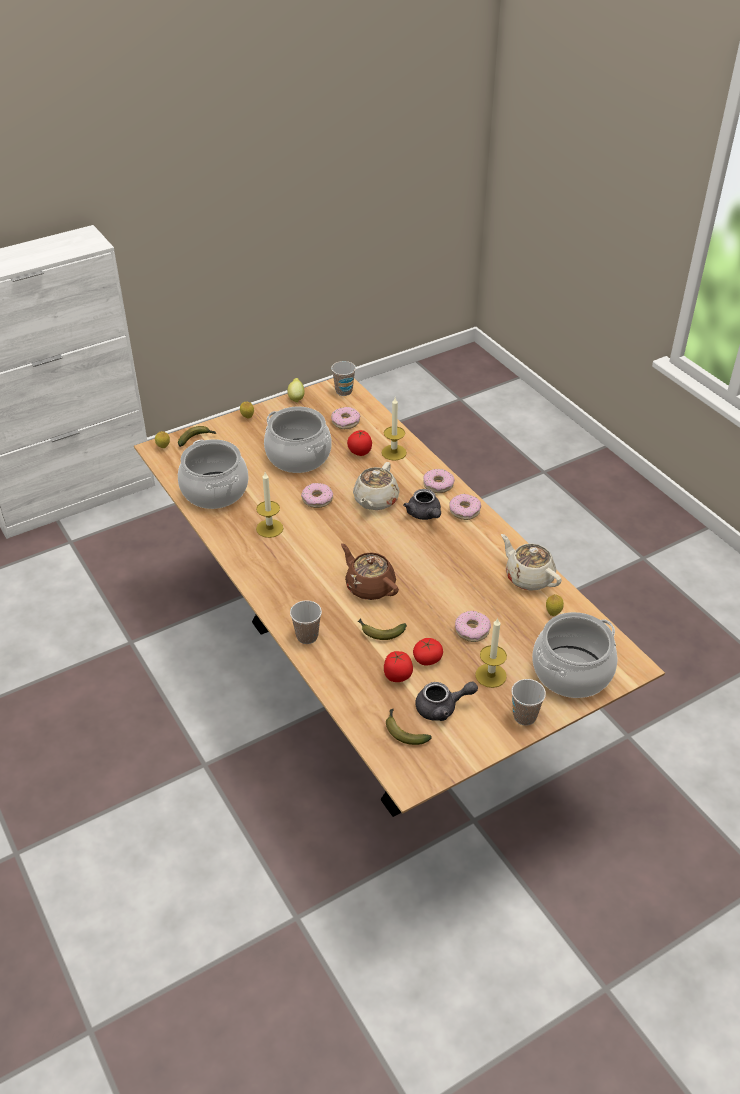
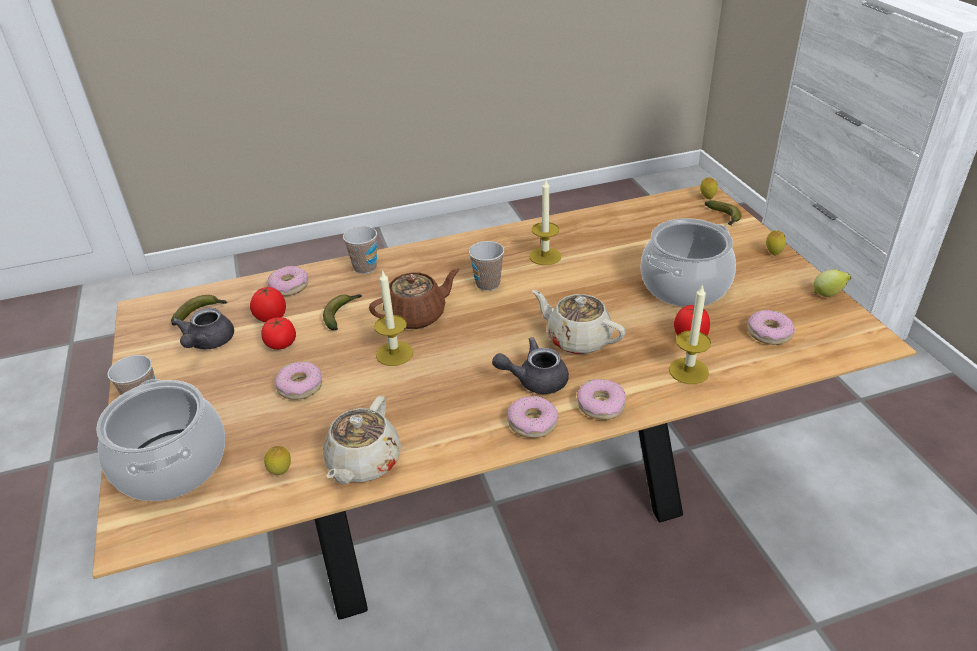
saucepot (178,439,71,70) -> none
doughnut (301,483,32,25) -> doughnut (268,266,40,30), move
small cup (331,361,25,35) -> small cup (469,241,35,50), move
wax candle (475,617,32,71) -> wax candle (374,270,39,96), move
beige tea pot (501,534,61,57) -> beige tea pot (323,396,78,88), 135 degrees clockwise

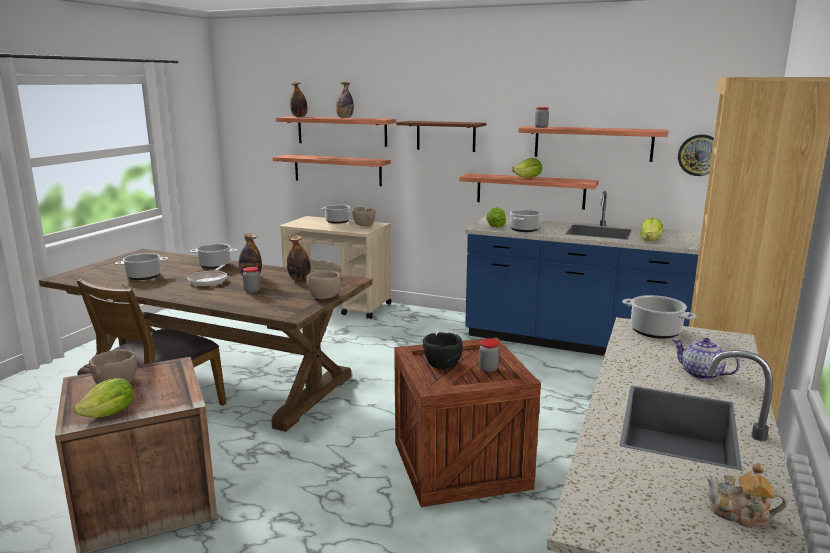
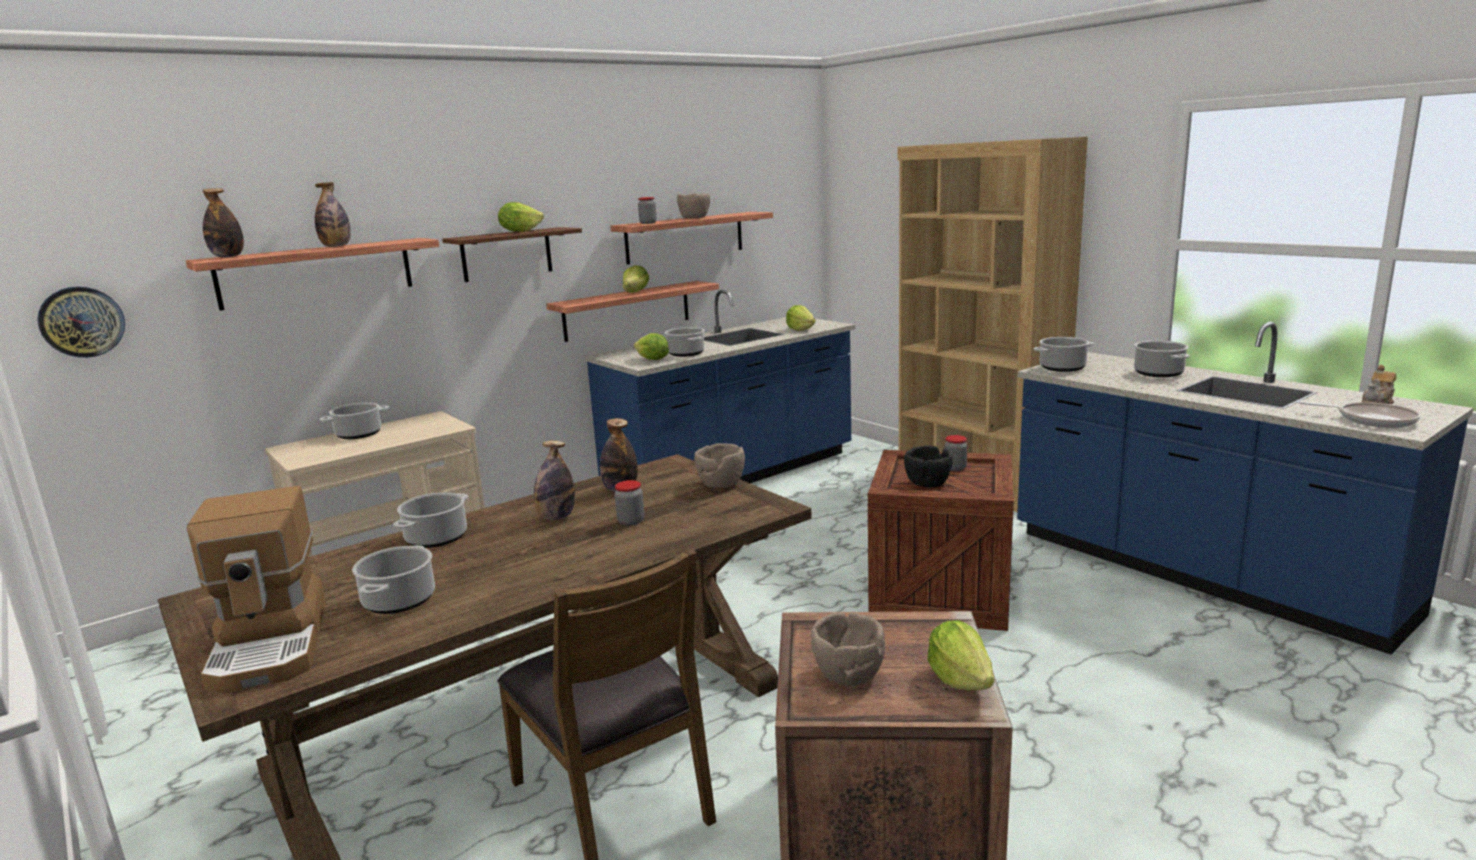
shelf (273,155,118,31) -> none
none -> coffee brewer (187,486,139,207)
none -> lettuce head (498,202,46,30)
pan (187,265,40,21) -> pan (1299,402,121,26), move
brown-coloured deep dish (352,207,24,19) -> brown-coloured deep dish (677,193,33,25), move
clock on the wall (678,134,36,42) -> clock on the wall (37,286,88,72), move
tea pot (672,338,68,42) -> saucepot (1134,341,56,36)

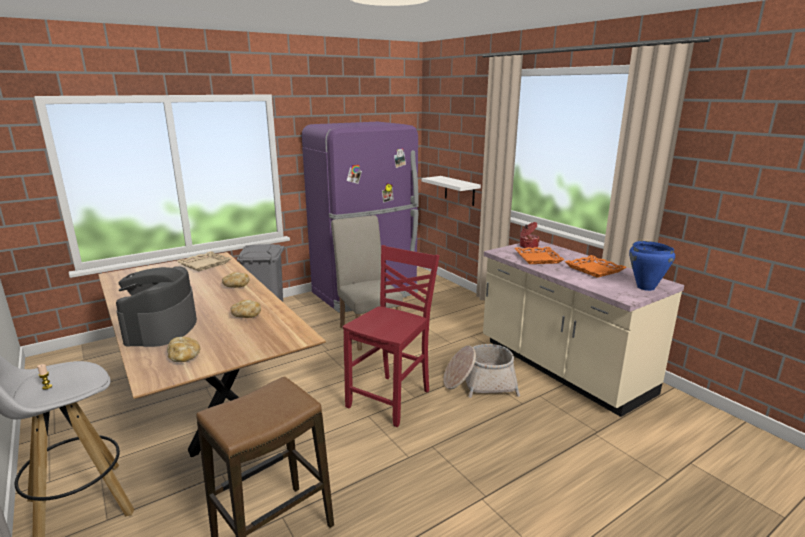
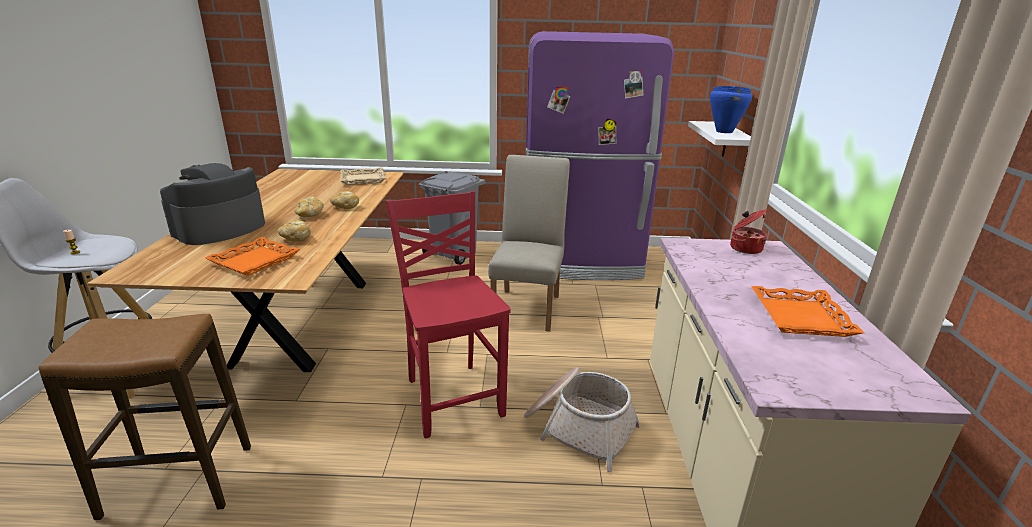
bakery bread (167,337,33,25) -> bakery bread (295,197,29,20), move
orange-coloured carrying tray (515,247,50,17) -> orange-coloured carrying tray (205,237,95,39), move
blue-coloured saucepot (629,241,46,50) -> blue-coloured saucepot (710,86,42,47), move
reddish plain chair (343,245,96,182) -> reddish plain chair (386,191,125,247), 90 degrees counterclockwise

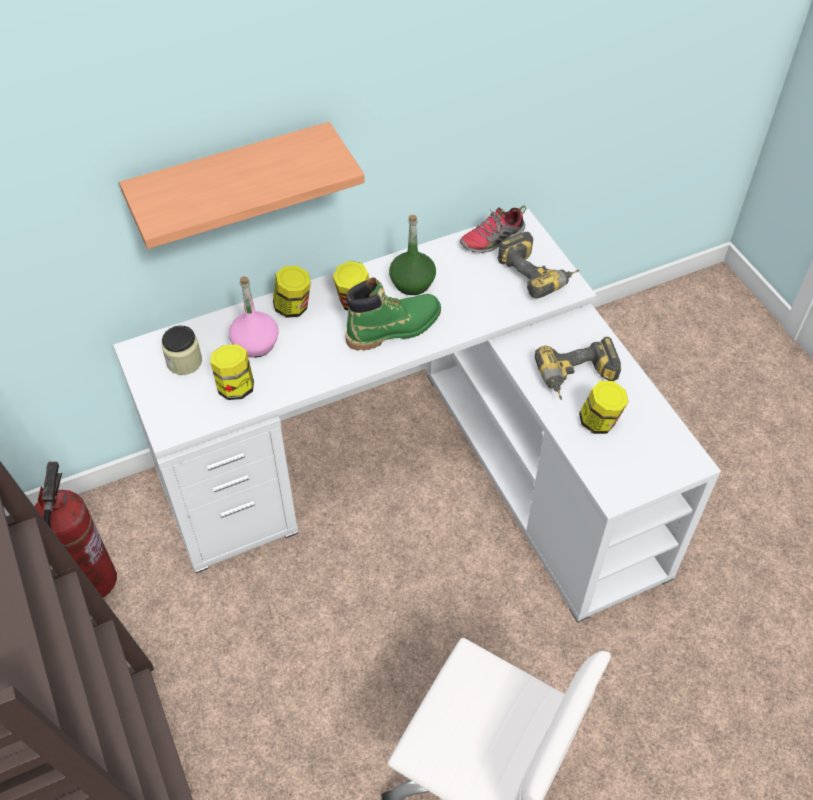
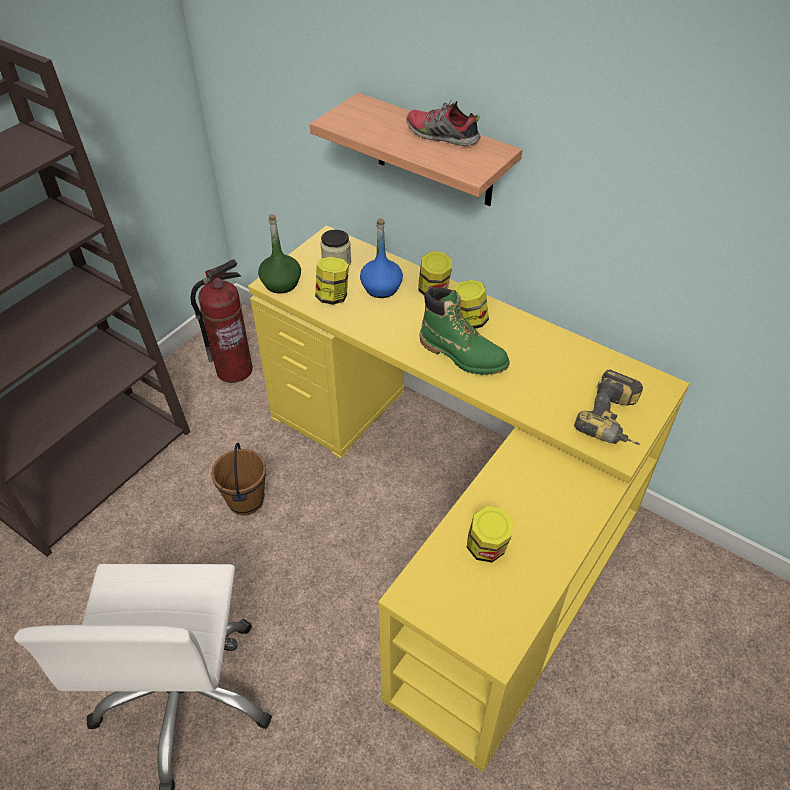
electric drill (535,337,86,63) -> none
none -> brown-coloured bucket (211,443,55,72)
green bottle (389,215,47,80) -> green bottle (258,214,43,80), move
low shoe (460,205,66,48) -> low shoe (406,101,75,45), move
white desk table (113,209,608,414) -> yellowish desk table (248,225,441,547)
pink bottle (229,276,50,82) -> blue-coloured bottle (360,218,43,80)

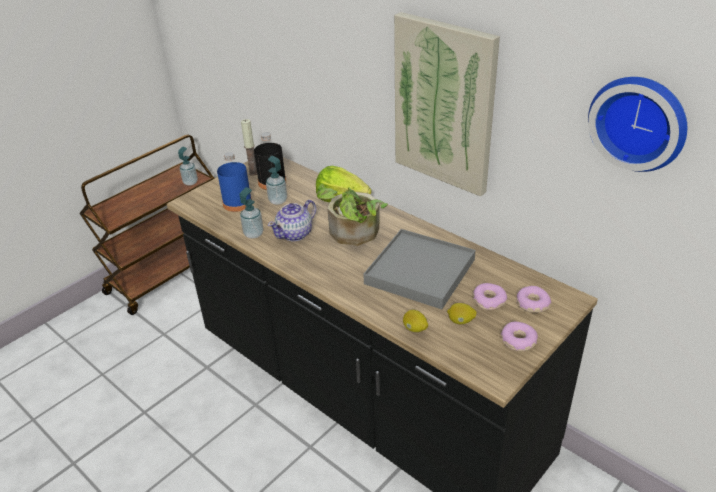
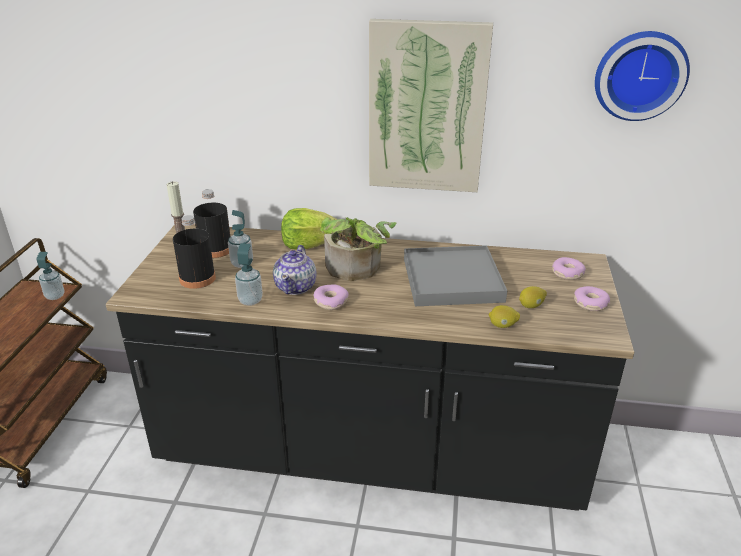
doughnut (473,283,34,27) -> doughnut (313,284,36,26), move
blue-coloured bottle (217,152,35,60) -> black bottle (173,215,43,74)

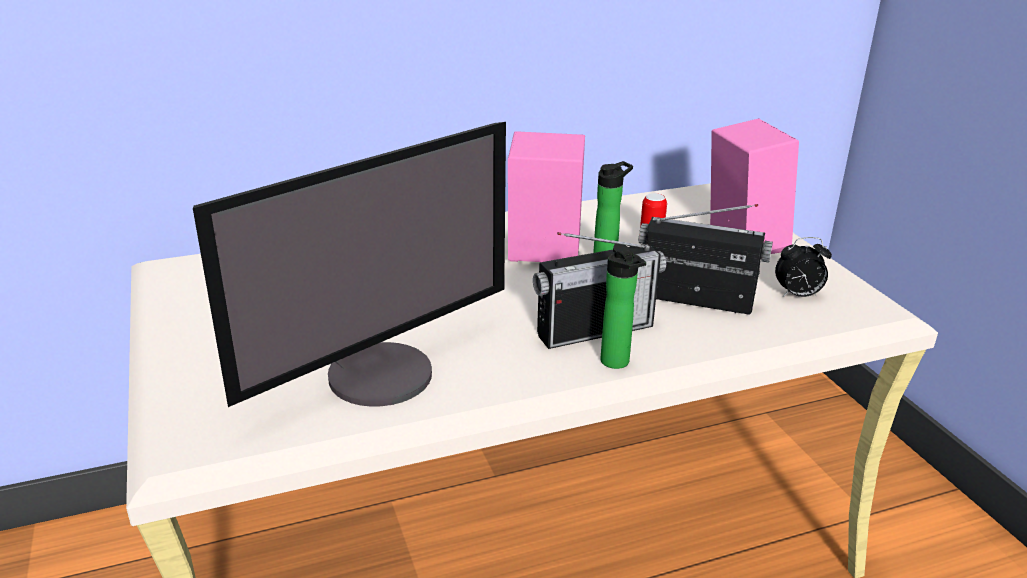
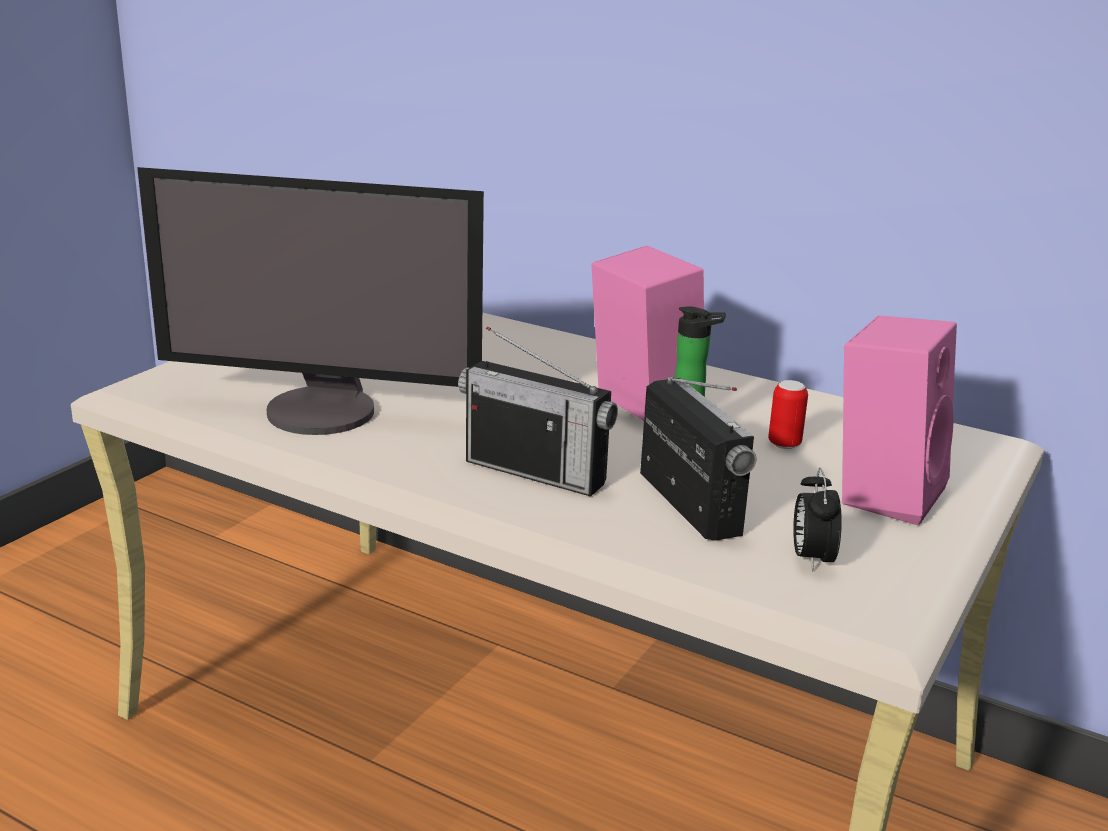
bottle (600,244,46,125) -> none
bedside clock (775,237,57,60) -> bedside clock (793,467,49,105), 45 degrees clockwise

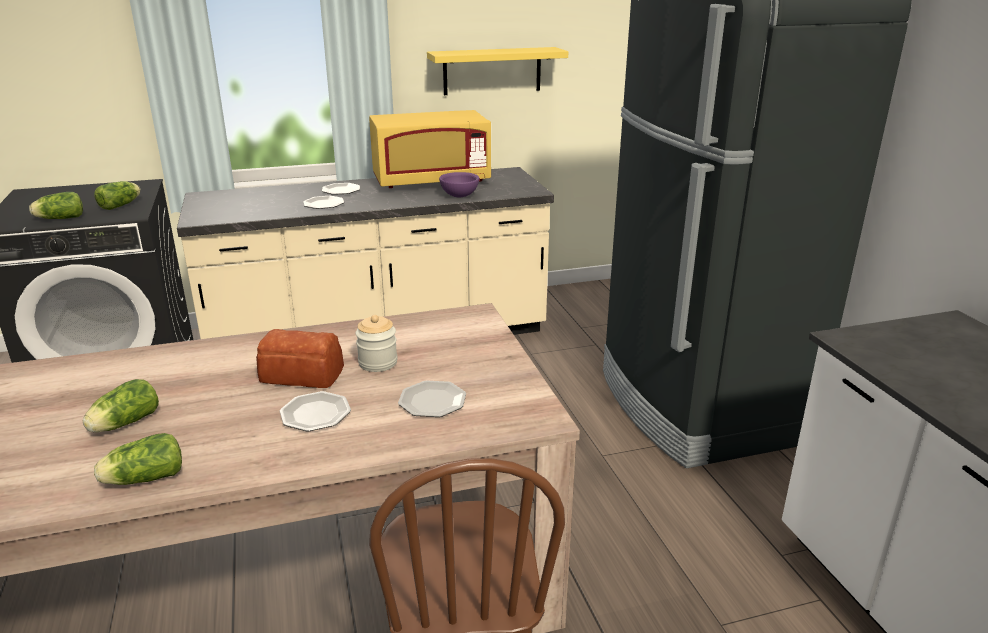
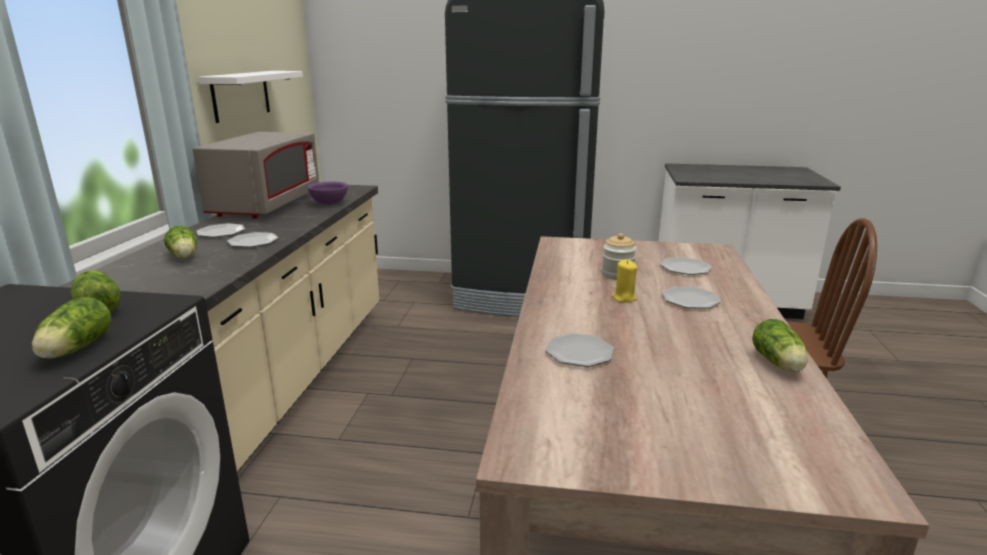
none -> dinner plate (545,333,69,34)
lettuce head (83,379,76,53) -> lettuce head (164,226,33,32), move
bakery bread (256,329,88,59) -> yellowish wax candle (611,260,27,43)
yellowish microwave oven (369,110,122,78) -> greyish microwave oven (193,132,126,86)
yellowish shelf (427,47,141,48) -> white shelf (198,71,105,52)

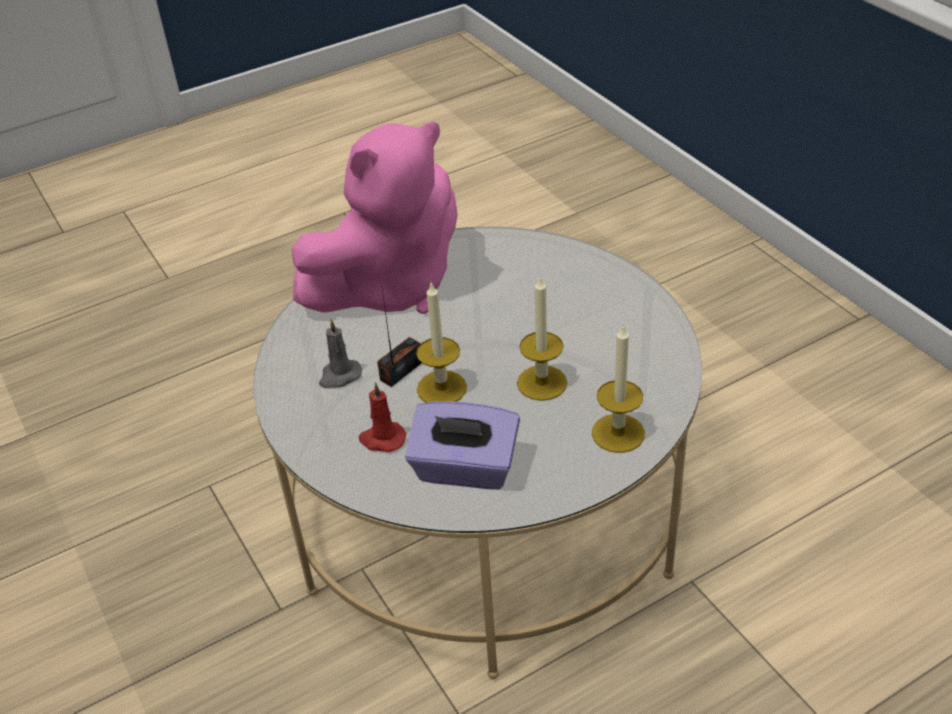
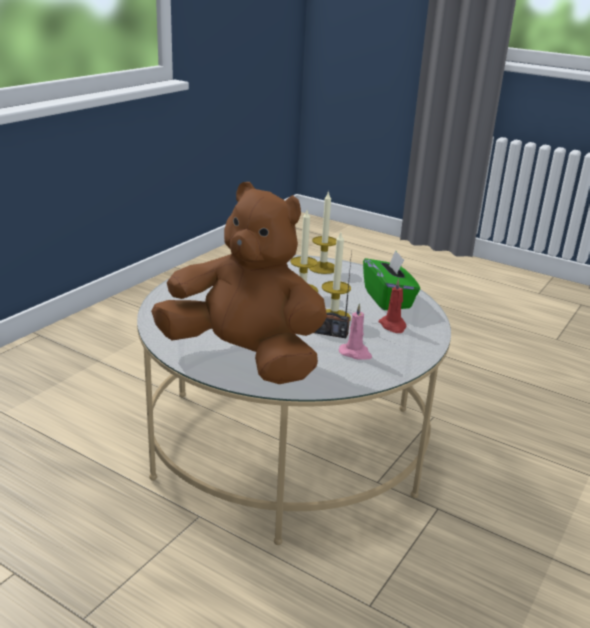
pink plush toy (291,122,167,192) -> brown-coloured plush toy (151,182,176,202)
greyish wax candle (319,319,43,69) -> pink wax candle (339,303,33,57)
purple tissue holder (405,401,115,88) -> green tissue holder (363,250,57,60)

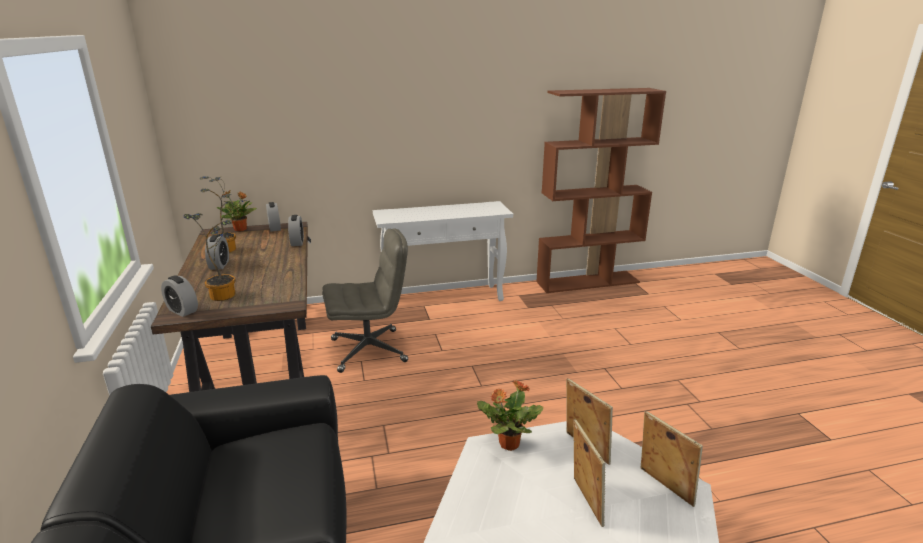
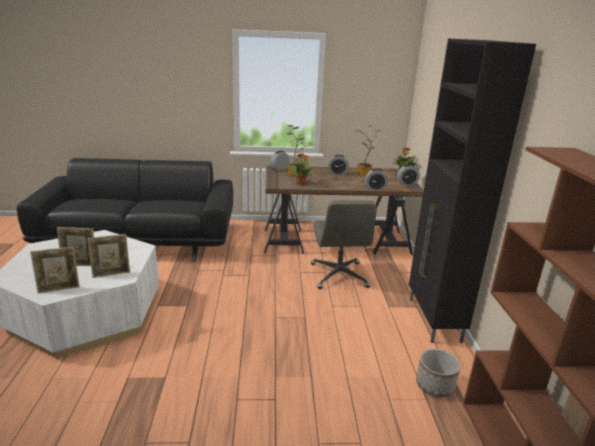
none -> flower pot (416,349,45,49)
plant in a pot (477,380,66,71) -> plant in a pot (288,153,25,32), move
white console table (373,201,140,100) -> black storage cabinet (409,39,127,304)

